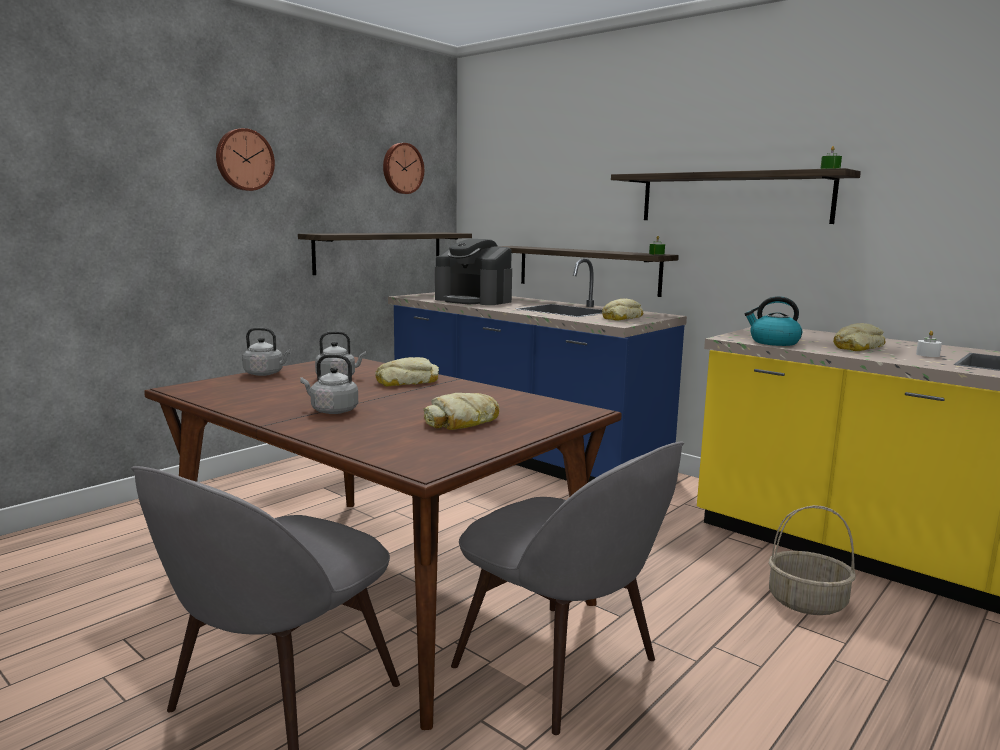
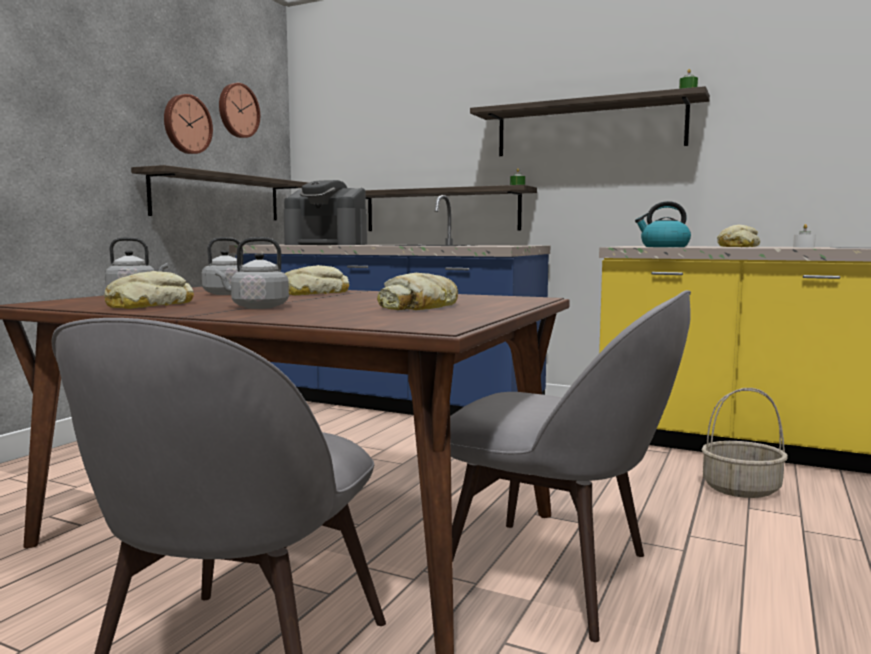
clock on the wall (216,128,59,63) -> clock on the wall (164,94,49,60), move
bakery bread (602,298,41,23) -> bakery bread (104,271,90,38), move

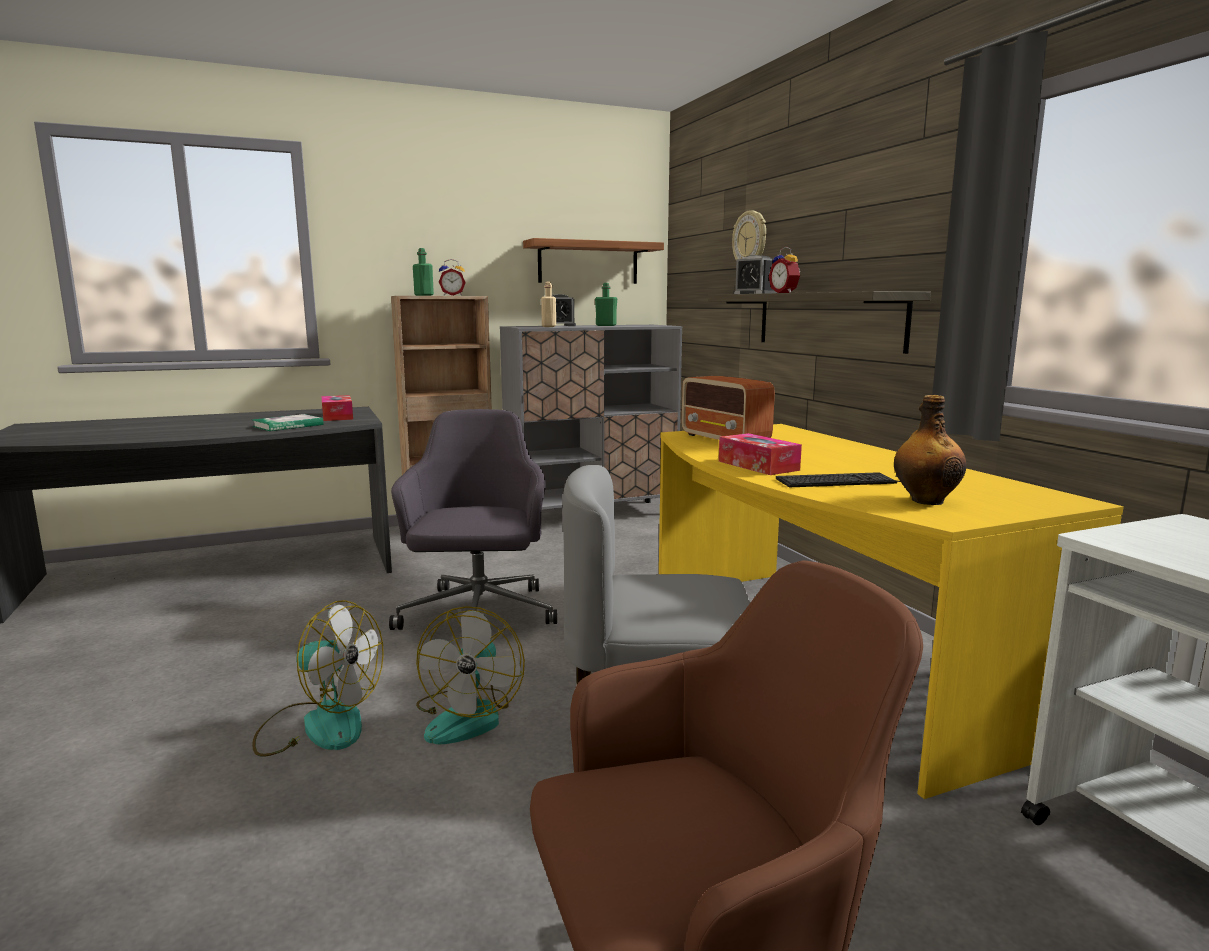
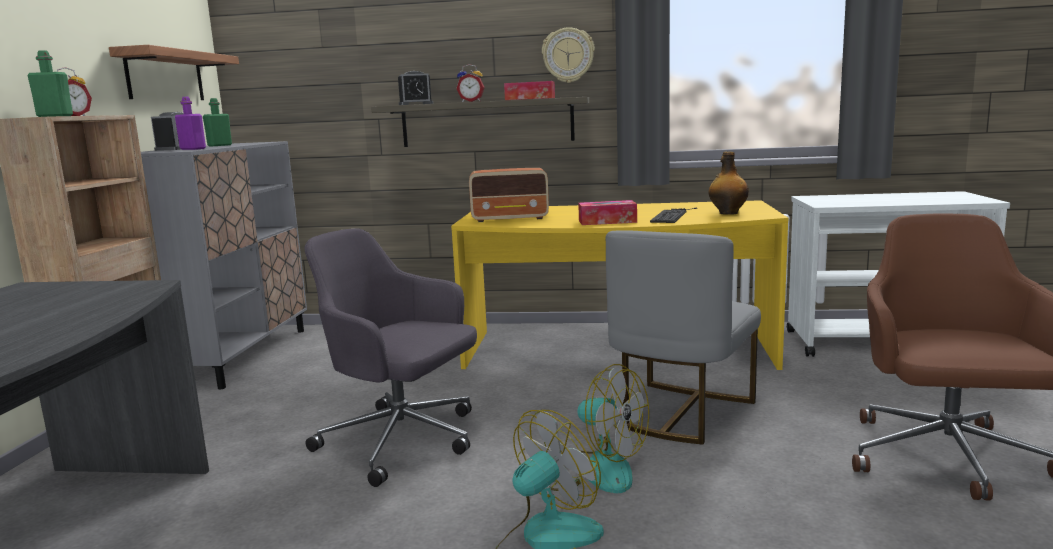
bound book (252,414,71,17) -> none
tissue holder (322,395,31,26) -> tissue holder (504,81,51,19), move
clock on the wall (732,210,34,51) -> clock on the wall (542,27,53,56), move
beige bottle (541,282,15,45) -> purple bottle (175,97,31,53)

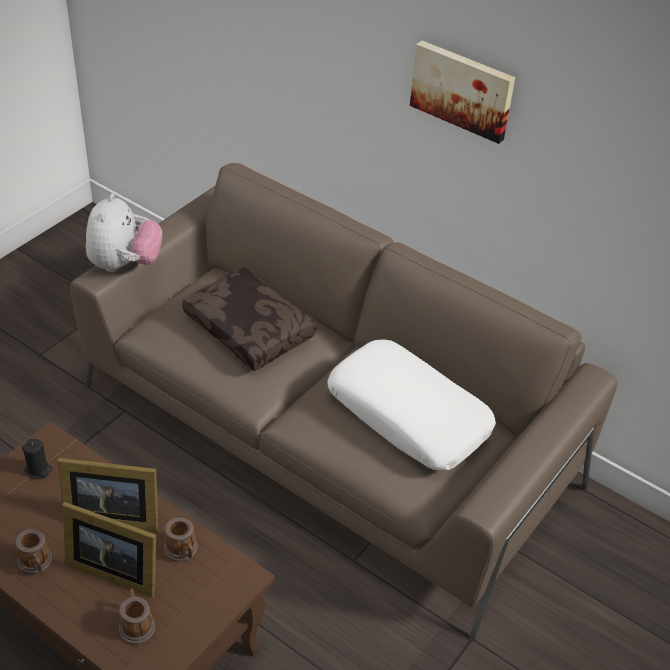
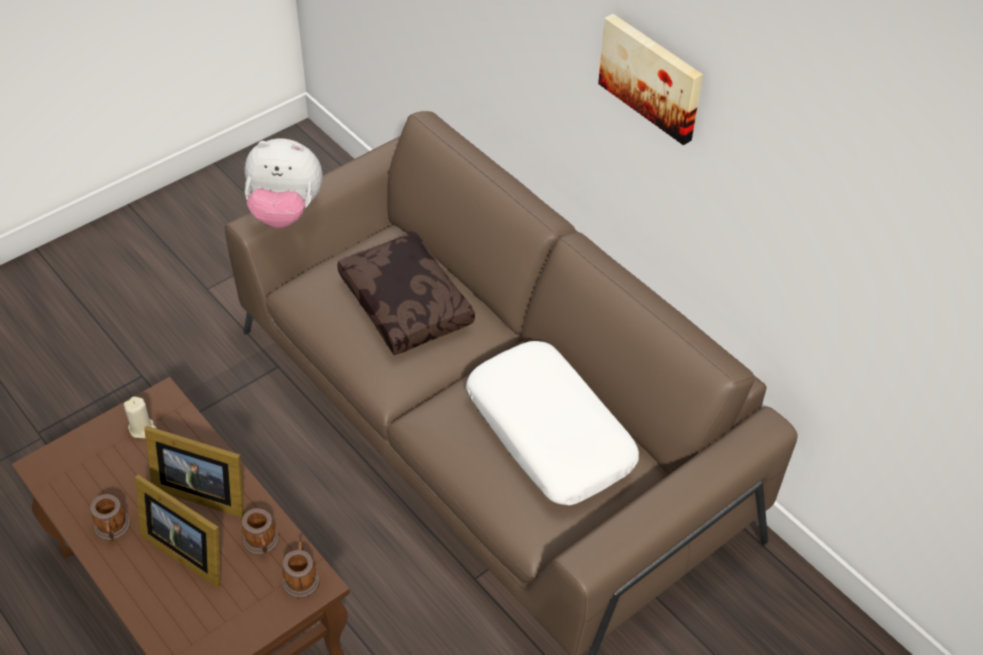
coffee mug (119,589,36,56) -> coffee mug (282,541,38,57), move
black wax candle (22,439,31,40) -> beige wax candle (124,396,33,42)
plush toy (86,194,76,78) -> plush toy (245,139,78,89), 75 degrees clockwise

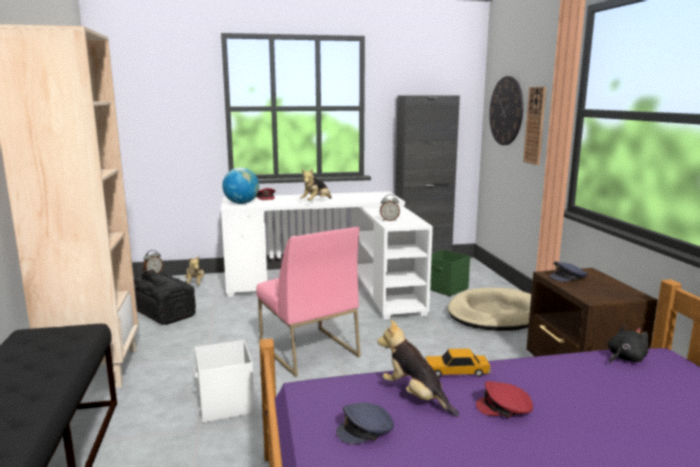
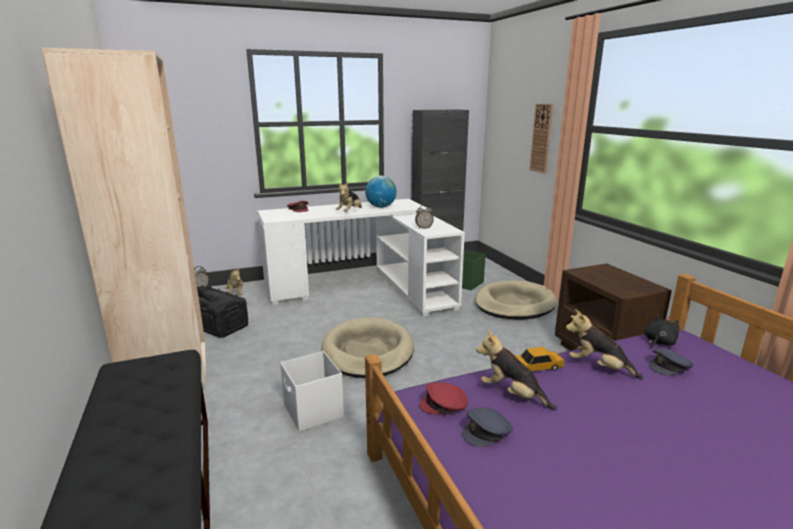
clock on the wall (489,76,34,69) -> none
none -> plush toy (566,309,78,71)
globe (222,168,37,36) -> globe (365,176,32,32), move
reddish cap (476,381,57,37) -> reddish cap (419,383,48,31), move
greyish cap (549,262,39,20) -> greyish cap (649,348,45,28), move
pink plain chair (256,227,105,150) -> beige dog cushion (321,317,93,61)

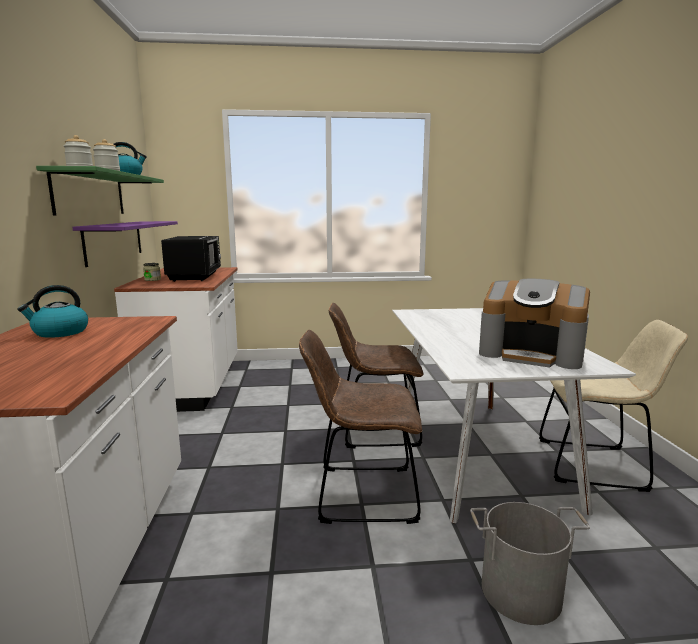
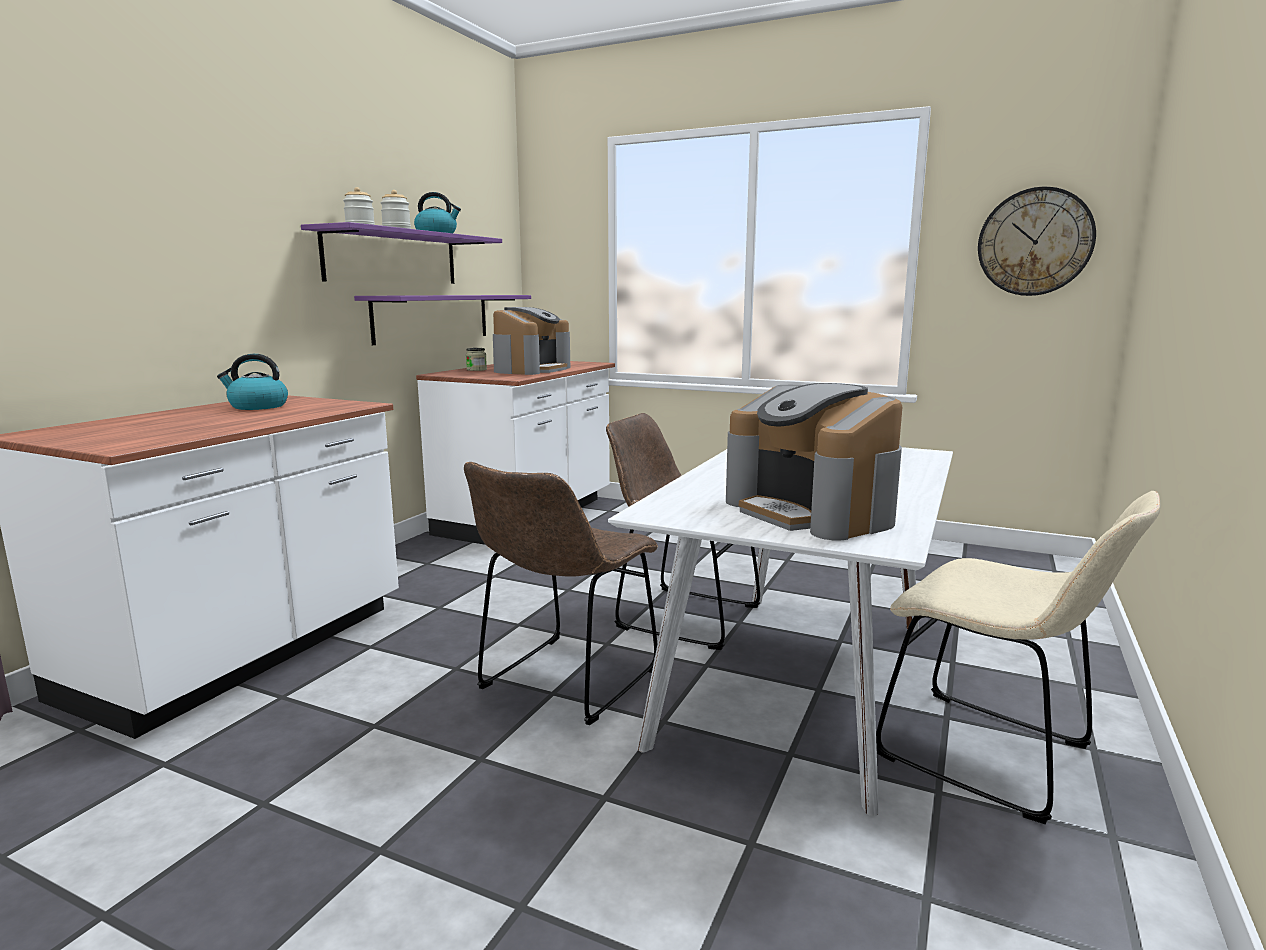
greyish bucket (470,502,120,123) -> none
none -> clock on the wall (978,187,118,109)
black microwave oven (161,236,60,46) -> coffee brewer (493,307,77,68)
green shelf (36,166,128,50) -> purple shelf (301,222,201,62)
brown-coloured plain chair (299,330,123,194) -> brown-coloured plain chair (464,462,194,263), 90 degrees counterclockwise

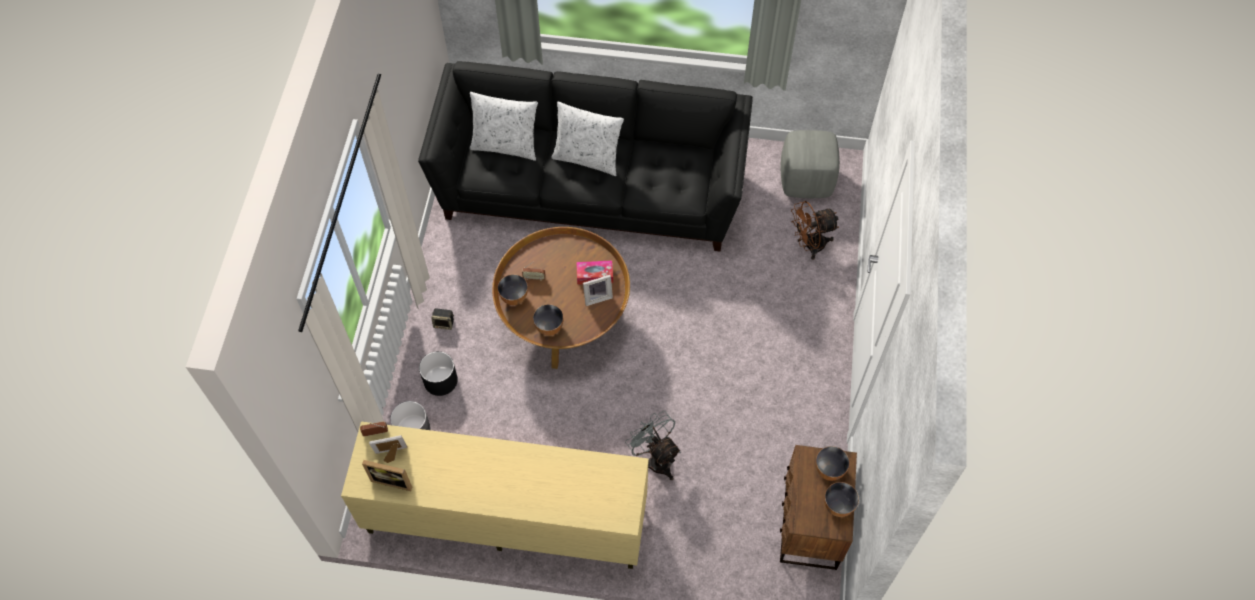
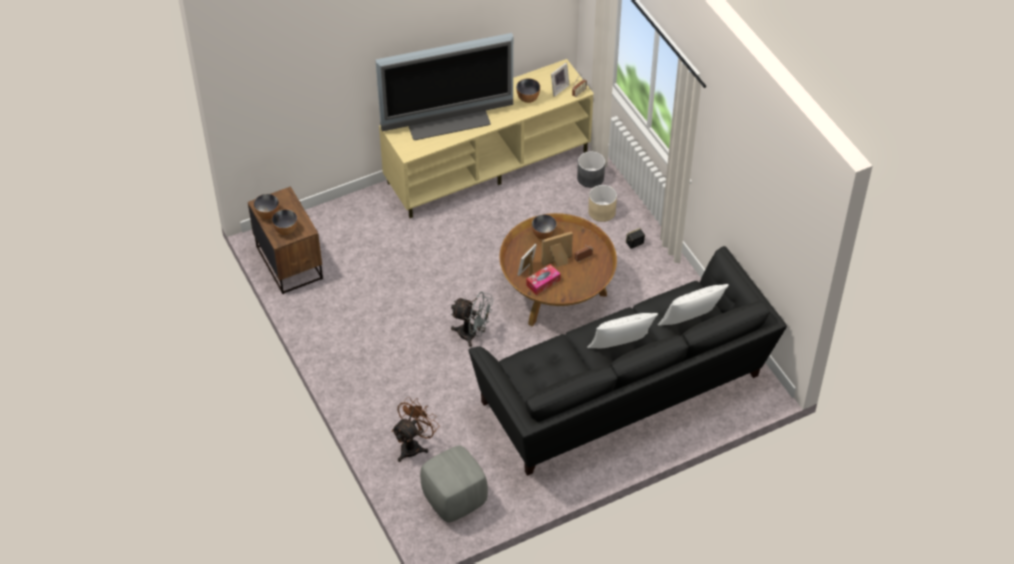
none -> TV set (375,33,138,107)
picture frame (362,460,50,31) -> picture frame (541,231,32,36), move
deep dish (498,274,30,31) -> deep dish (516,78,24,25), move
greyish electric fan (625,411,56,69) -> greyish electric fan (451,292,42,55), move
black flower pot (419,351,39,45) -> beige flower pot (588,185,29,37)

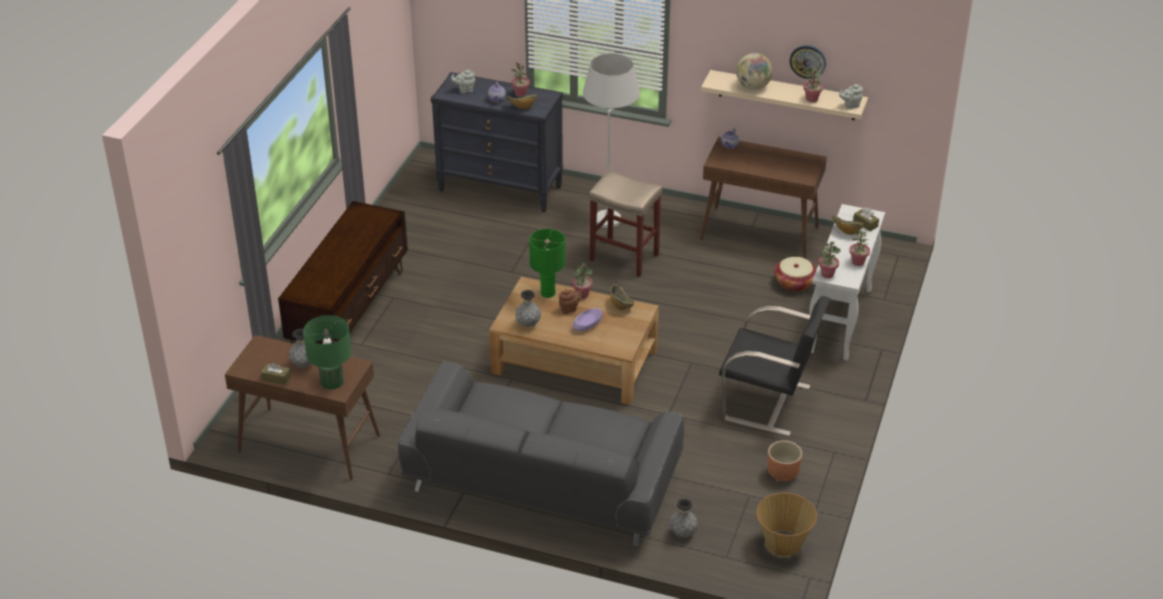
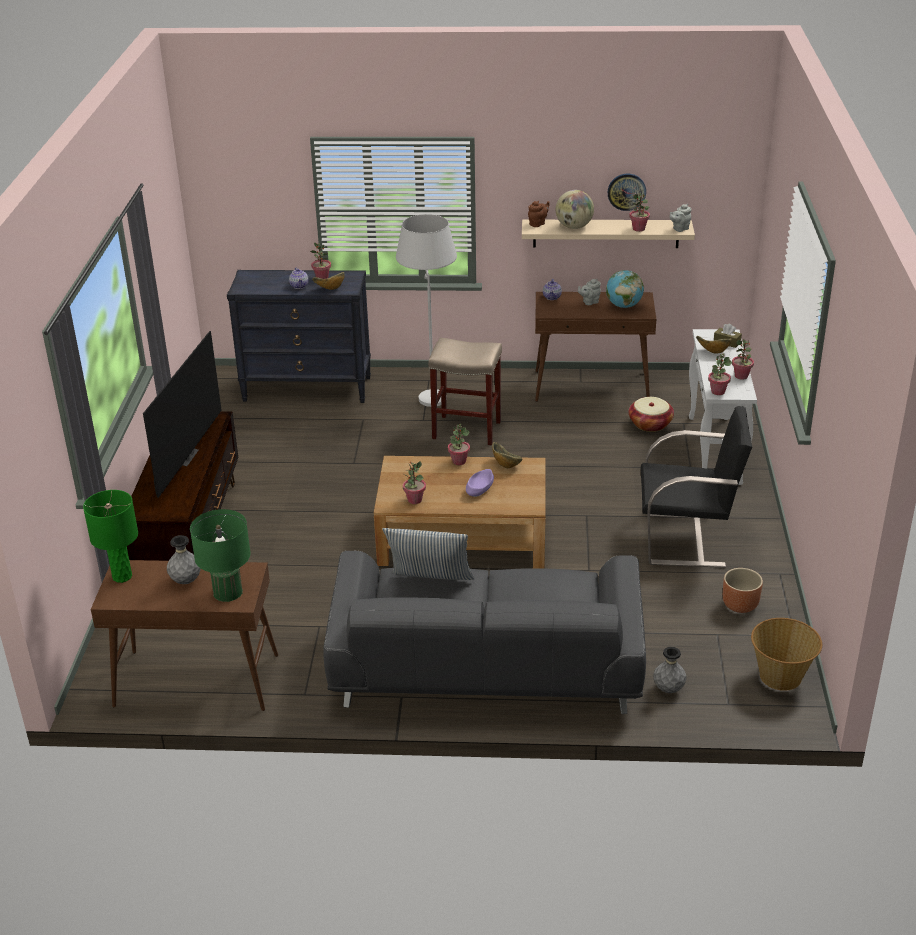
brown-coloured tissue holder (261,363,30,22) -> none
none -> TV set (143,331,79,167)
none -> throw pillow (382,528,93,52)
none -> globe (606,270,38,38)
greyish tea pot (451,70,24,23) -> greyish tea pot (578,279,23,26), move
green table lamp (529,229,36,69) -> green table lamp (83,490,55,93), move
brown-coloured tea pot (559,290,25,24) -> brown-coloured tea pot (528,201,21,26), move
greyish flower vase (515,290,26,37) -> plant in a pot (403,461,23,43)

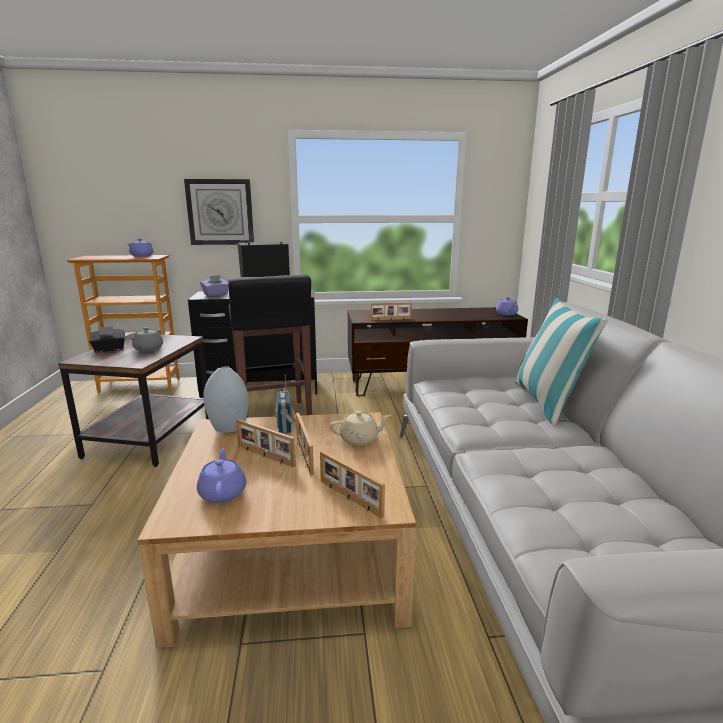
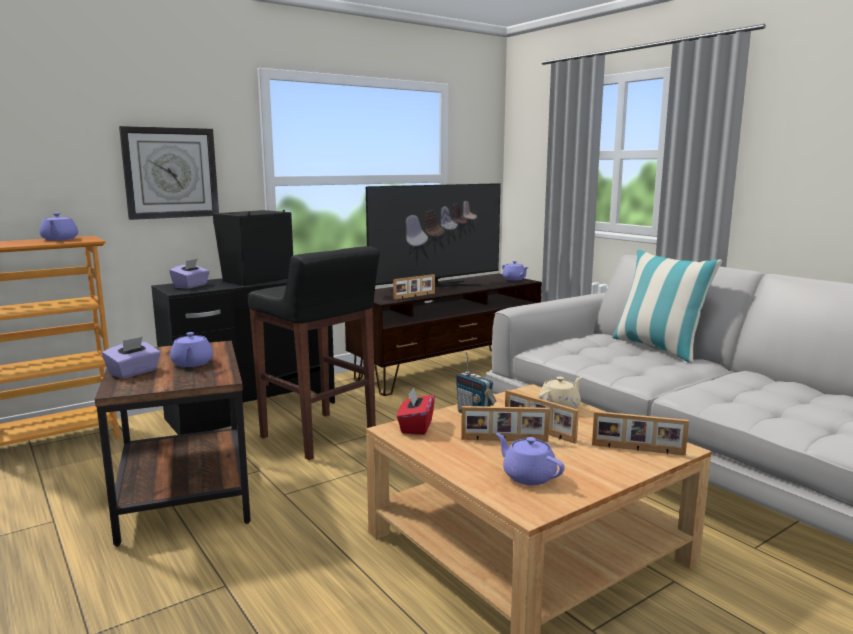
none -> TV set (366,183,135,108)
greyish flower vase (203,366,46,67) -> reddish tissue holder (397,387,38,48)
black tissue holder (90,326,35,27) -> purple tissue holder (102,337,59,42)
greyish tea pot (129,327,34,25) -> purple tea pot (170,332,43,35)

